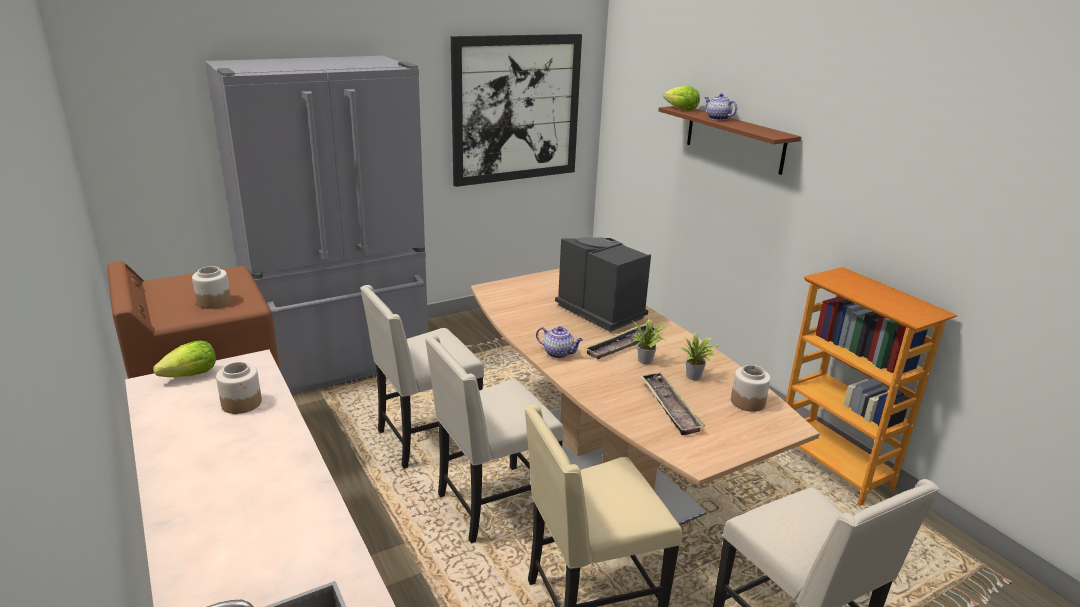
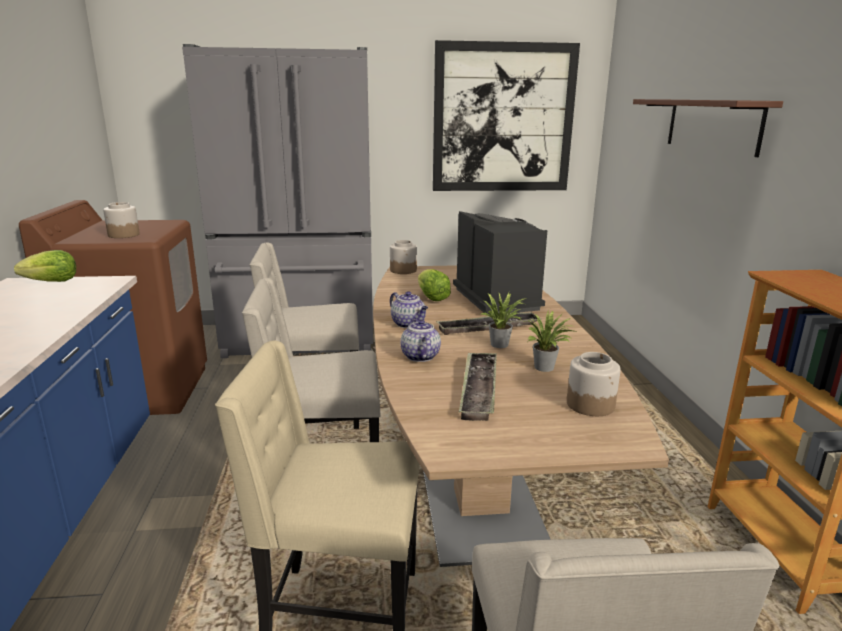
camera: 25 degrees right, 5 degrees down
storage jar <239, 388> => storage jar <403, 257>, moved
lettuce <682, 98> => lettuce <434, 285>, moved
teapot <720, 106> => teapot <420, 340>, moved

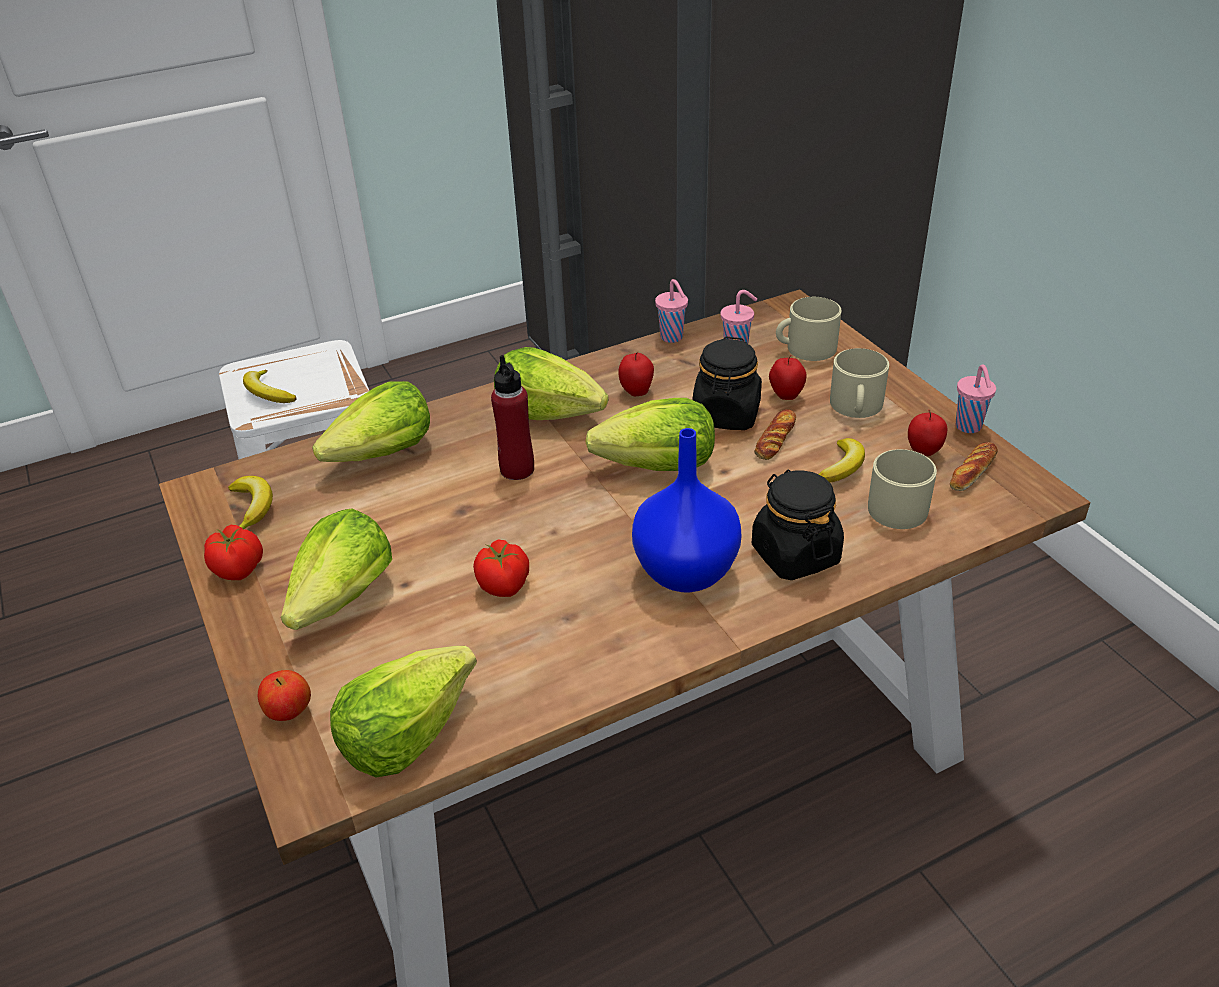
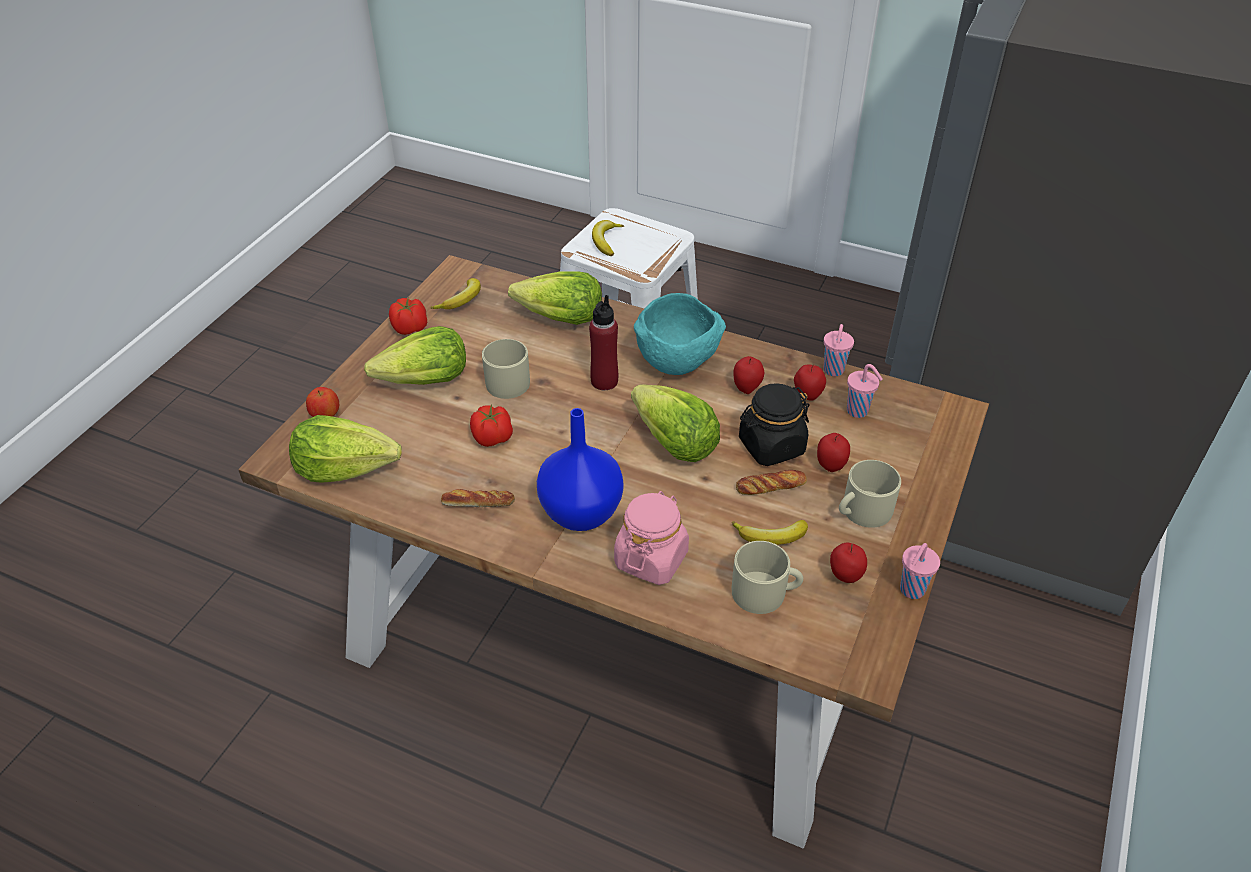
camera: 50 degrees right, 5 degrees up
nothing => apple <810, 382>
coffee mug/beige <809, 329> => coffee mug/beige <506, 369>, moved
bread <974, 466> => bread <478, 498>, moved
lettuce <551, 383> => bowl/blue-green <680, 334>
storage jar/black-coloured <798, 524> => storage jar/pink-coloured <651, 538>

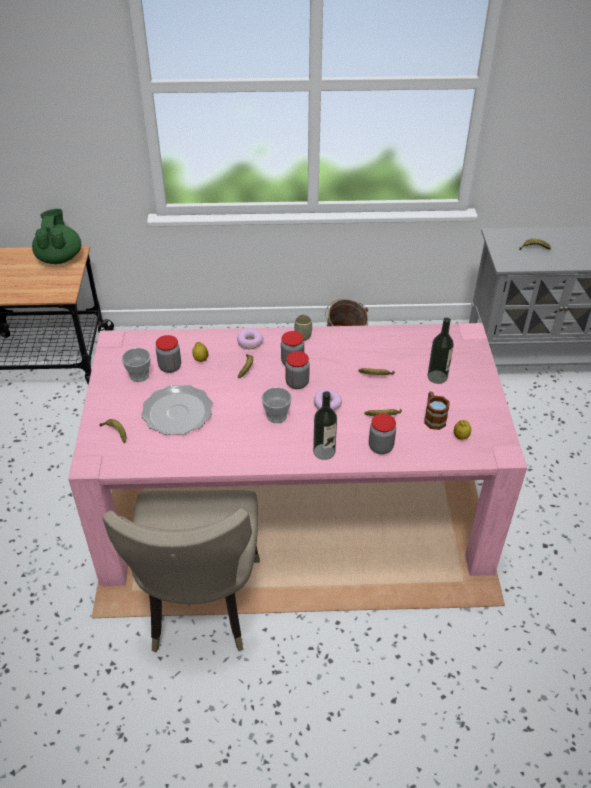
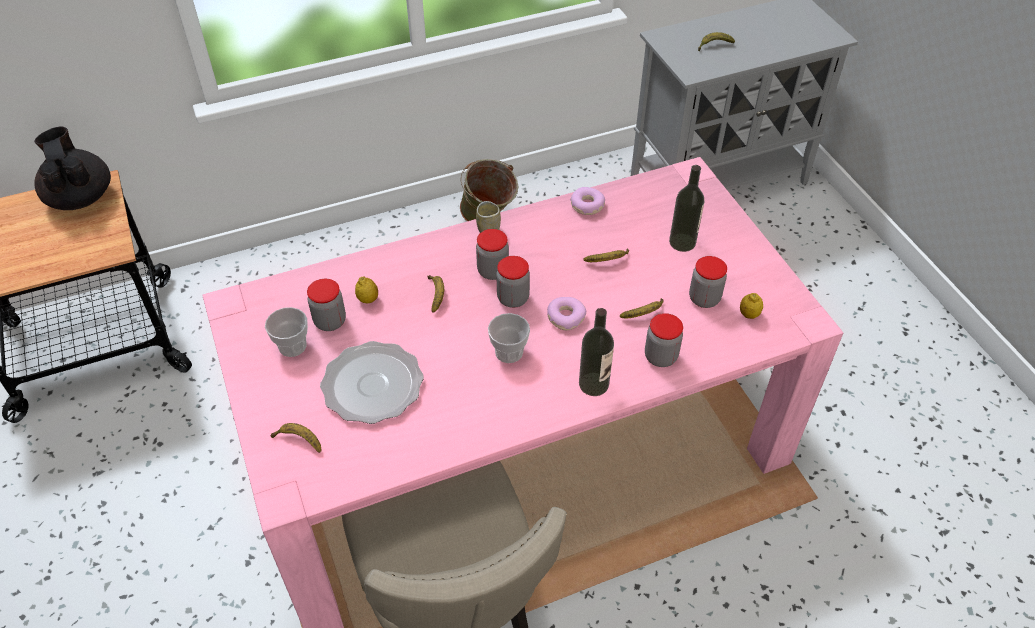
camera: 20 degrees left, 5 degrees up
ring doughnut <250, 339> => ring doughnut <587, 201>, moved
coffee mug <436, 410> => storage jar <708, 282>
teapot/green-coloured <56, 236> => teapot/black-coloured <72, 168>

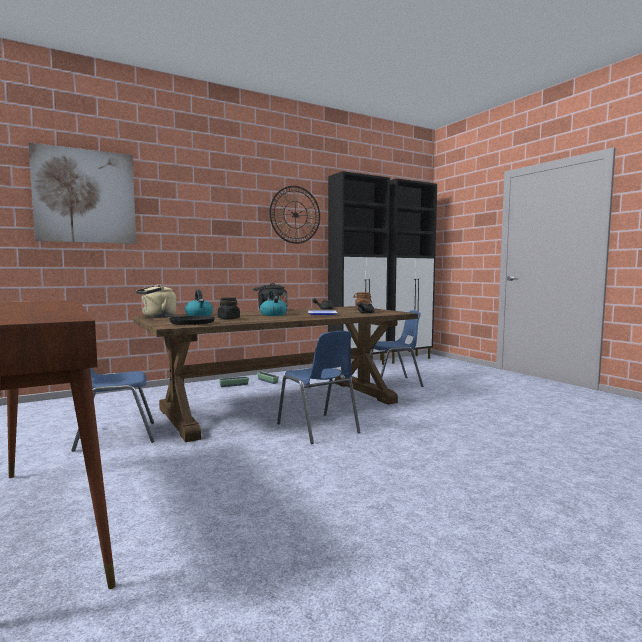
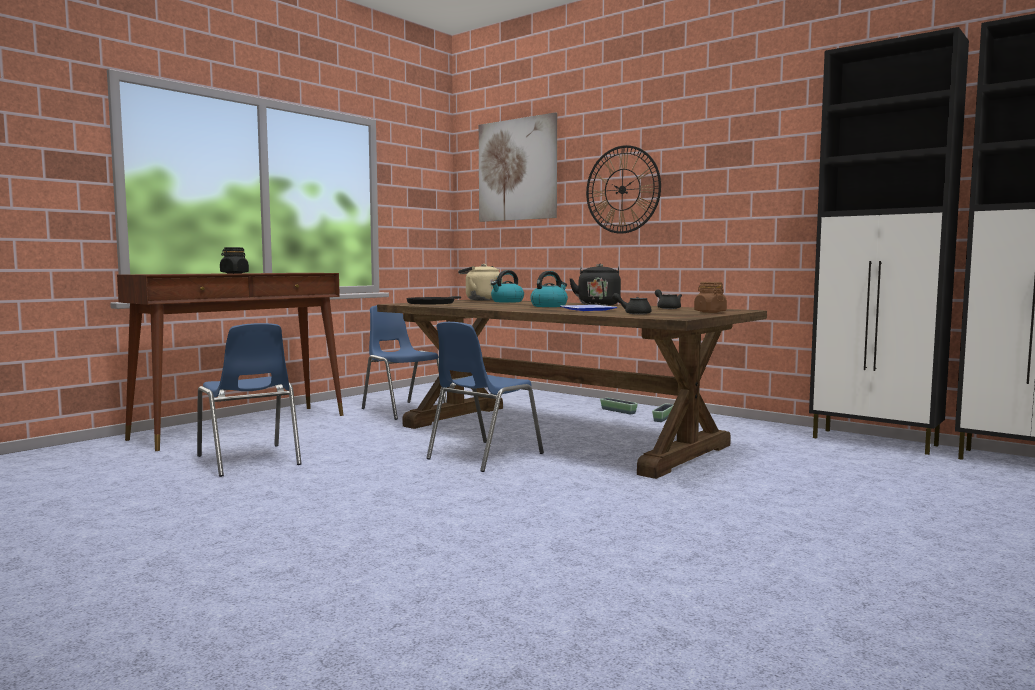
camera: 70 degrees right, 0 degrees up
storage jar/black-coloured <229, 308> => storage jar/black-coloured <234, 260>, moved
hanging clock <295, 215> => hanging clock <623, 189>, moved
plain chair/blue <396, 348> => plain chair/blue <249, 400>, moved

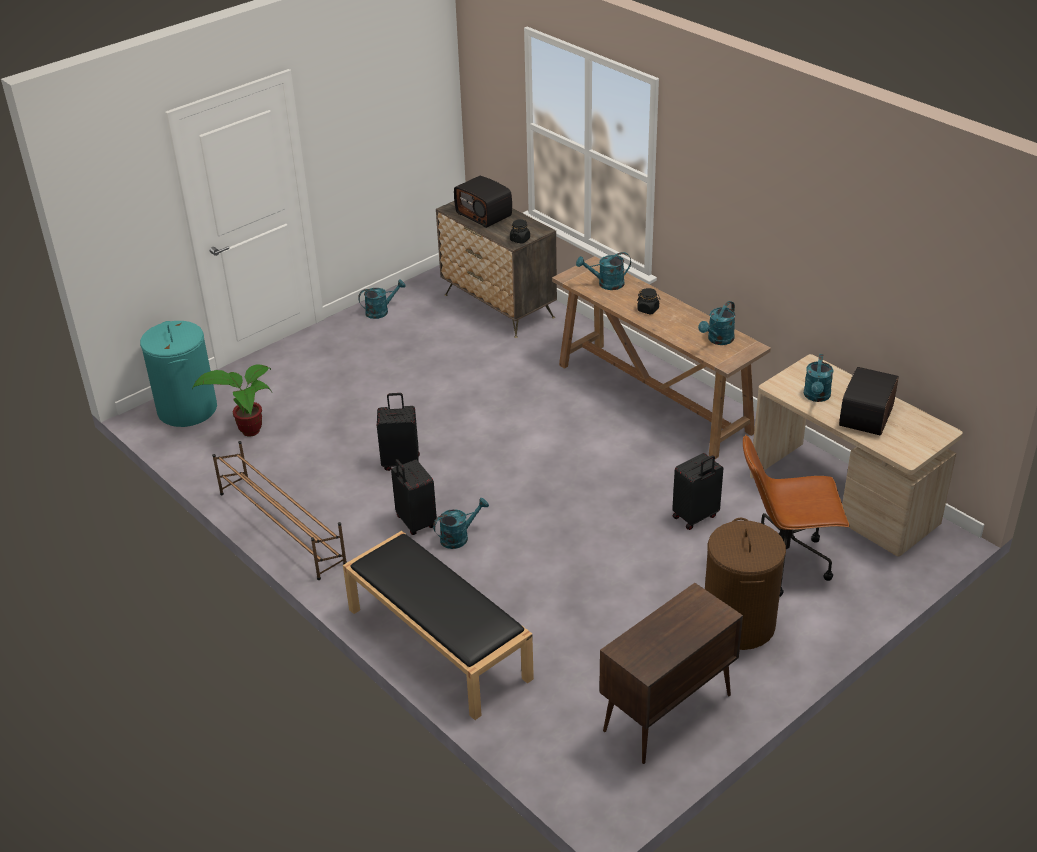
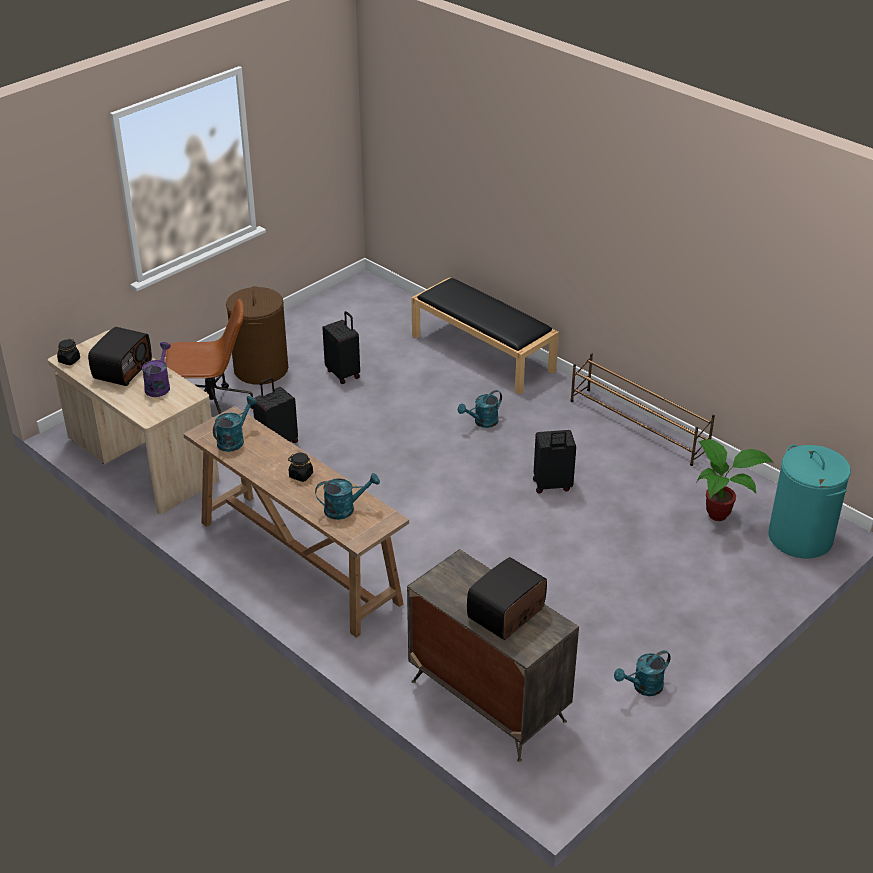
camera: 175 degrees right, 0 degrees up
cabinet/brownish <671, 673> => nothing
piece of luggage/black-coloured <414, 497> => piece of luggage/black-coloured <341, 347>, moved
storage jar/black-coloured <520, 231> => storage jar/black-coloured <68, 352>, moved
watering pot/blue-green <818, 378> => watering pot/purple-coloured <156, 369>
radio set <483, 202> => radio set <507, 598>, 90 degrees counterclockwise

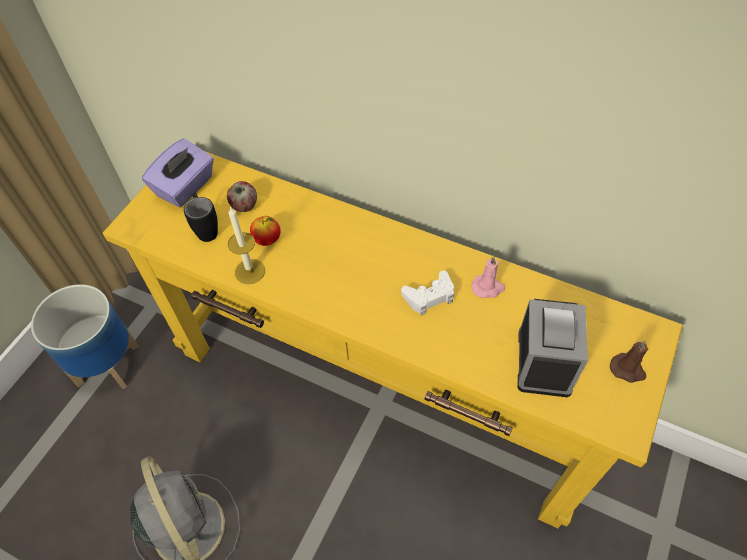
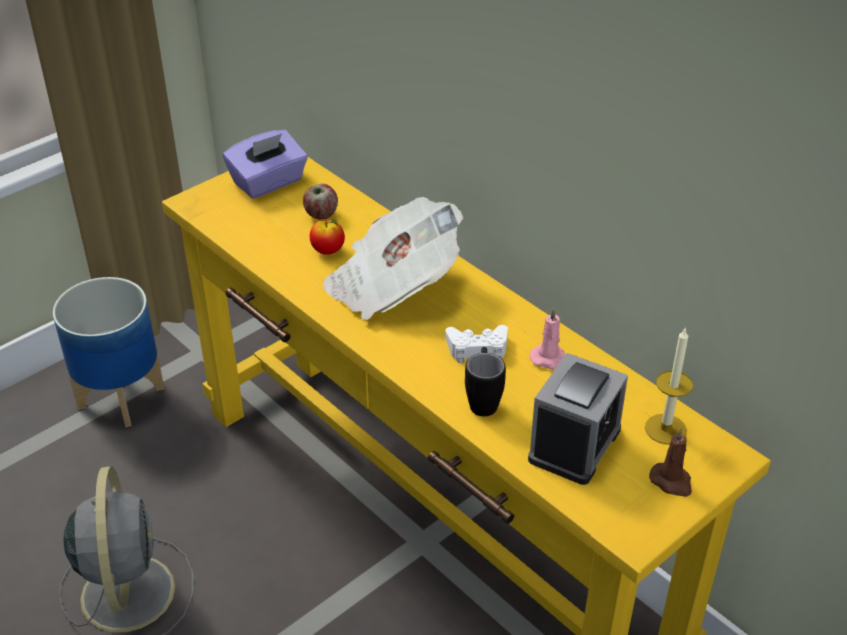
camera: 20 degrees right, 15 degrees down
nothing => newspaper <393, 258>
coffee mug/black-coloured <201, 217> => coffee mug/black-coloured <485, 382>, moved
candle <246, 245> => candle <669, 387>, moved

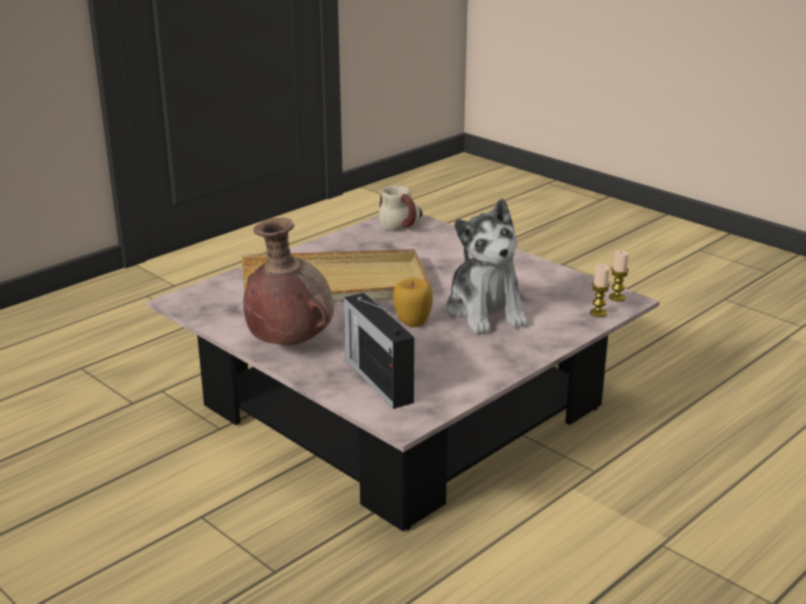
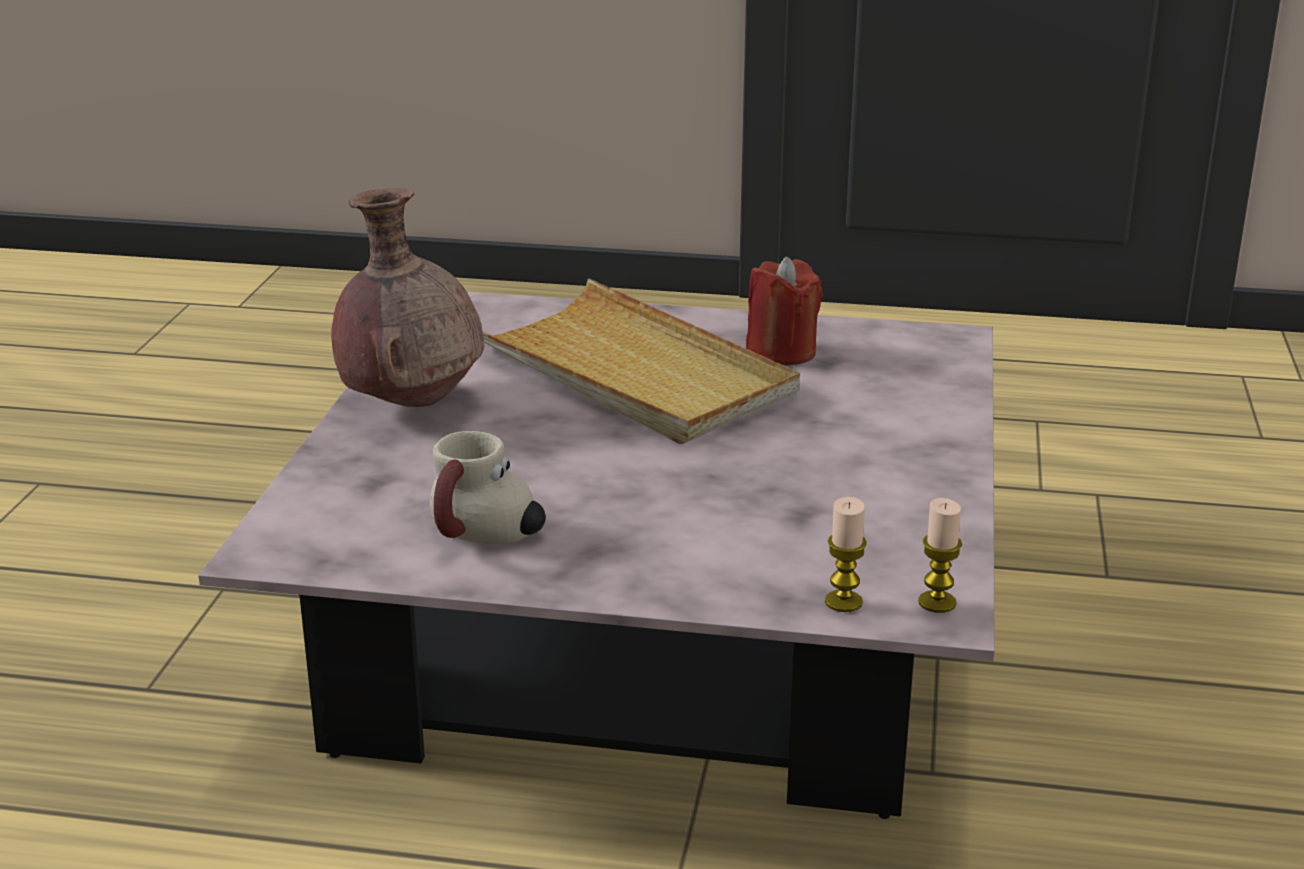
camera: 55 degrees right, 0 degrees up
radio set <379, 351> => nothing
apple <413, 302> => nothing
cuddly toy <487, 266> => nothing
nothing => candle/red-coloured <784, 311>
coffee mug <400, 208> => coffee mug <488, 487>, moved

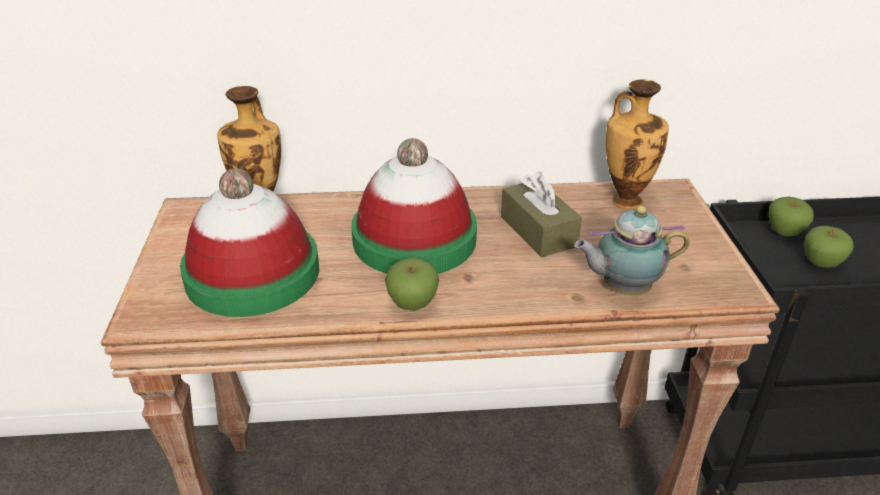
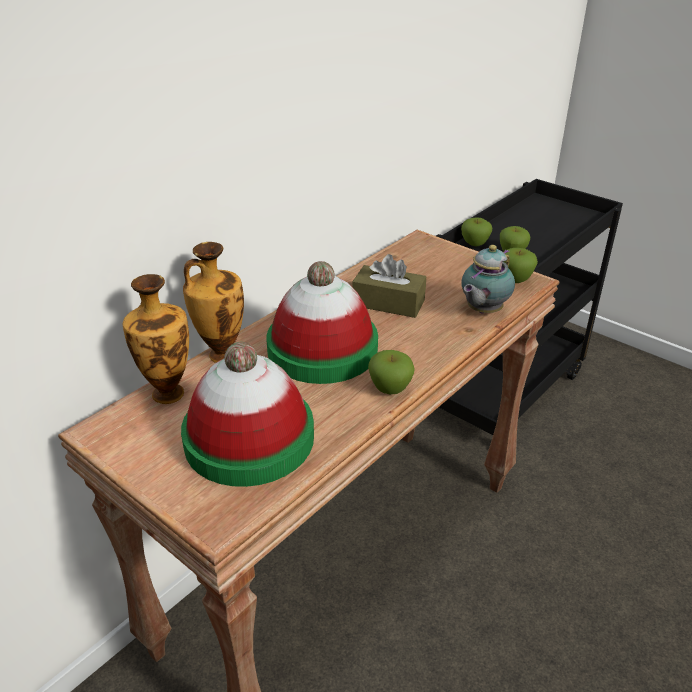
camera: 45 degrees left, 0 degrees up
nothing => apple <520, 265>
flower vase <637, 144> => flower vase <213, 302>, moved

